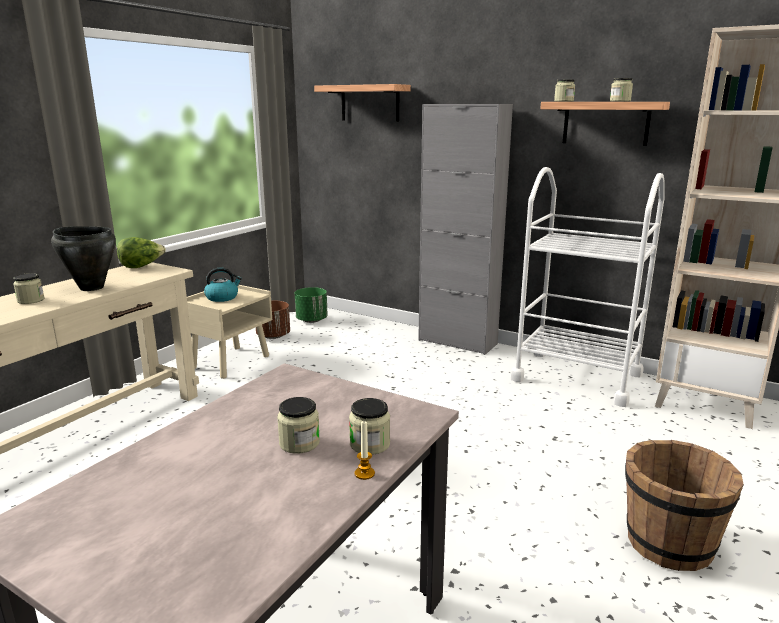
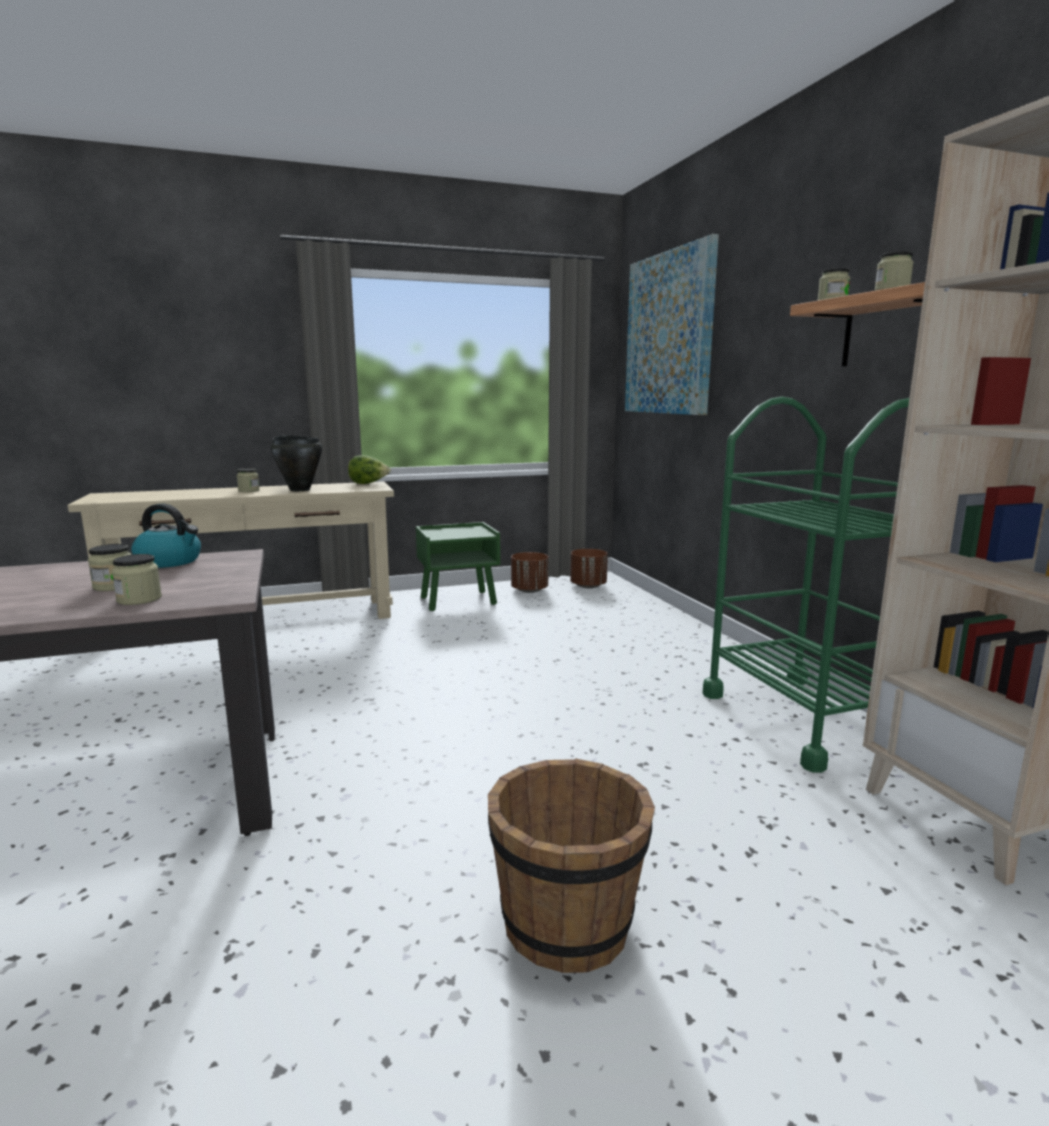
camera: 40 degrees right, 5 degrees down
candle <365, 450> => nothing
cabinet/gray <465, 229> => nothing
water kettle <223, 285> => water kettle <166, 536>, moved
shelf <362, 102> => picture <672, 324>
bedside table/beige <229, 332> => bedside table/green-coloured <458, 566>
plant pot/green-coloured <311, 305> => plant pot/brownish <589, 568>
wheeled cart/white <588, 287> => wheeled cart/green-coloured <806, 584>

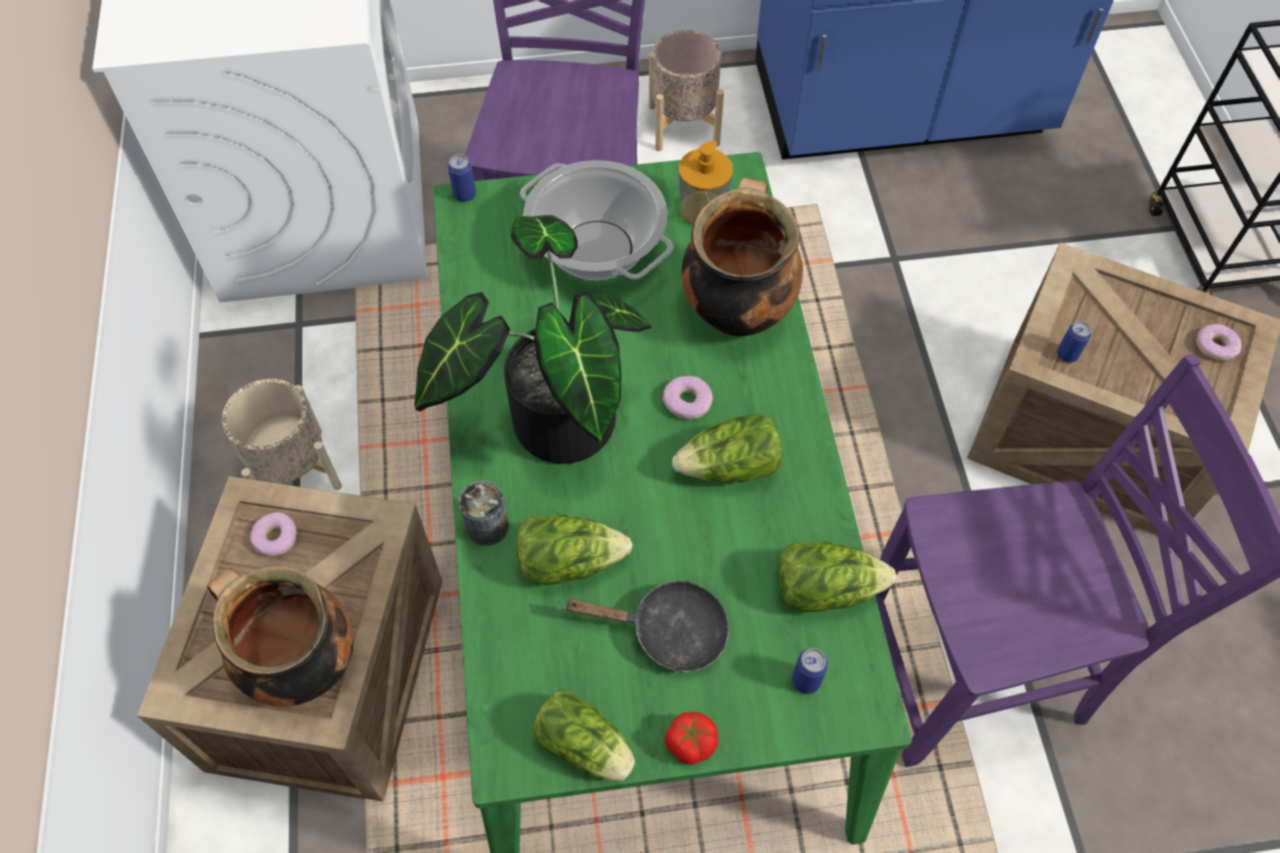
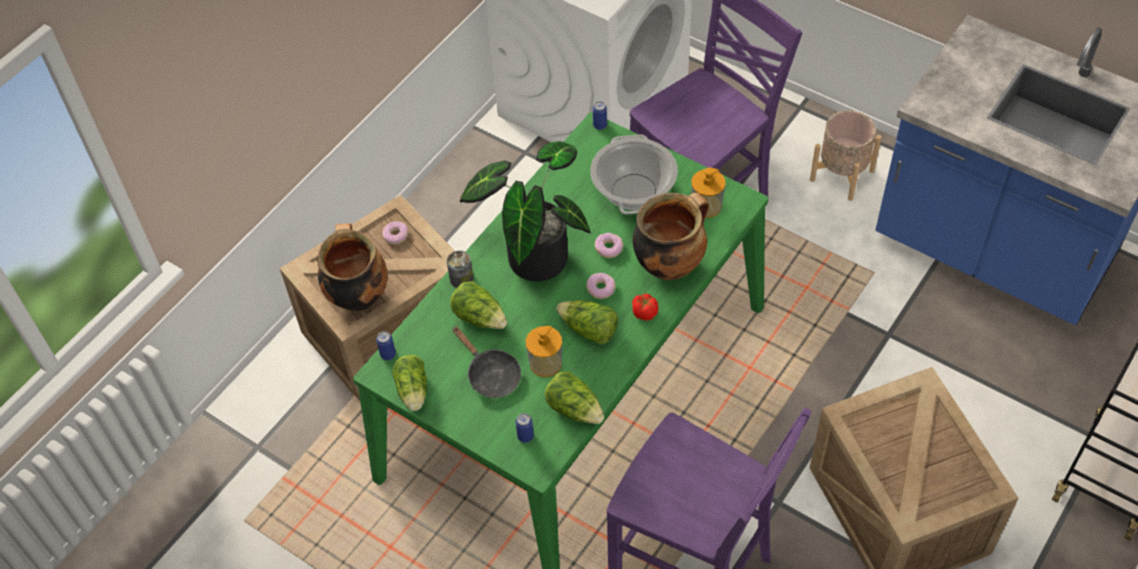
camera: 45 degrees right, 5 degrees down
plant pot/beige <282, 434> => nothing
nothing => soap dispenser <543, 351>
whole tomato <691, 738> => whole tomato <645, 307>, moved
can <1074, 342> => can <386, 345>, moved
ring doughnut <1218, 342> => ring doughnut <609, 245>, moved

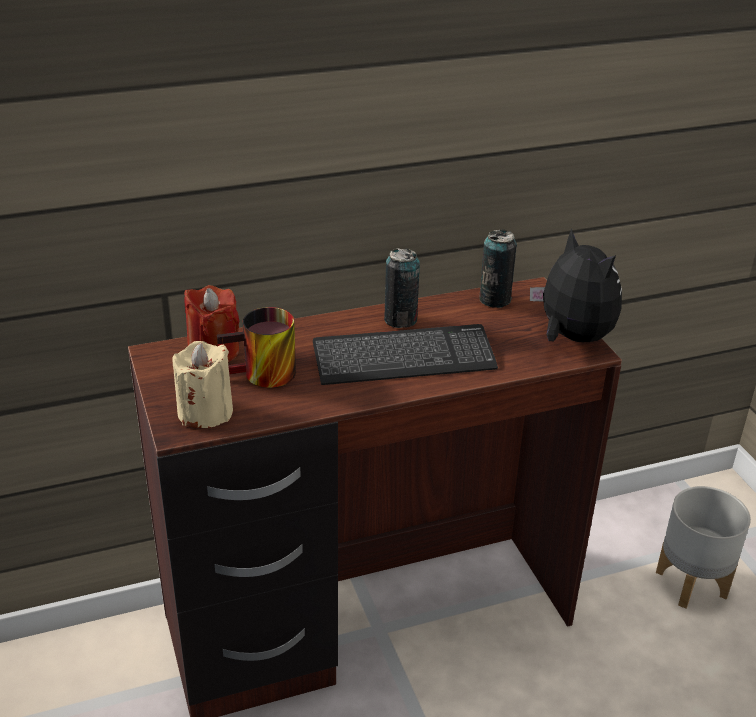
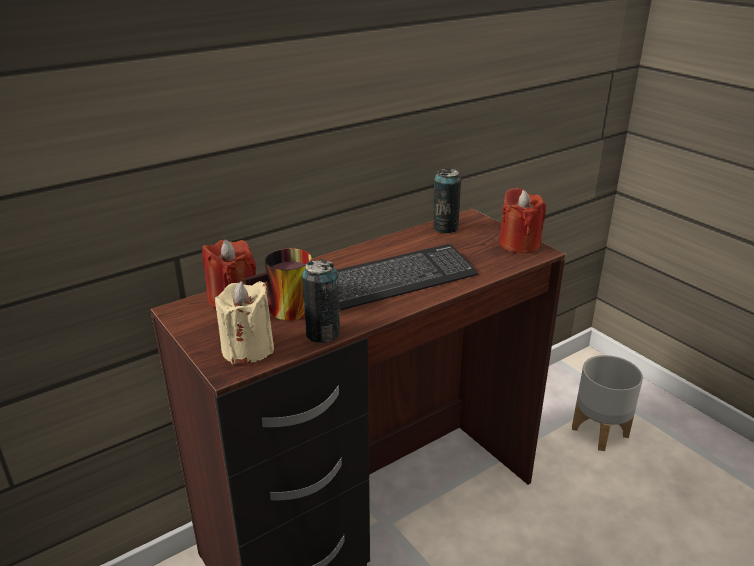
camera: 15 degrees left, 5 degrees down
can <402, 288> => can <321, 301>, moved
cuddly toy <576, 285> => candle/red-coloured <522, 221>

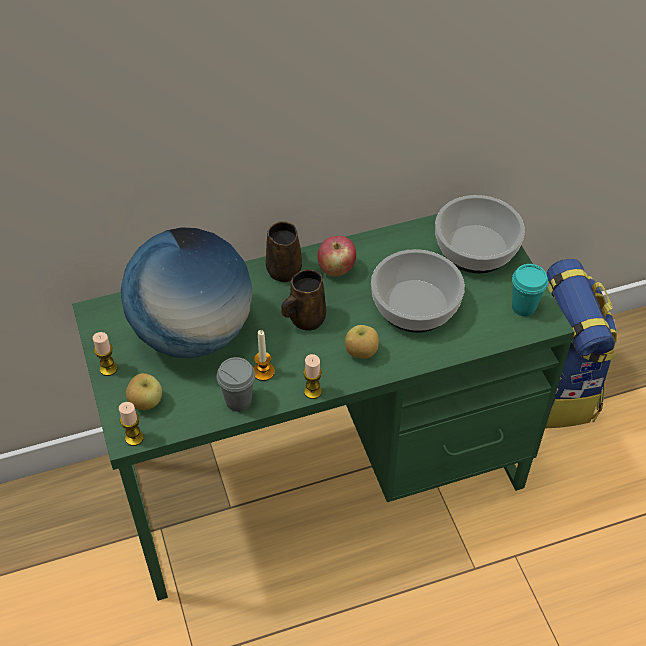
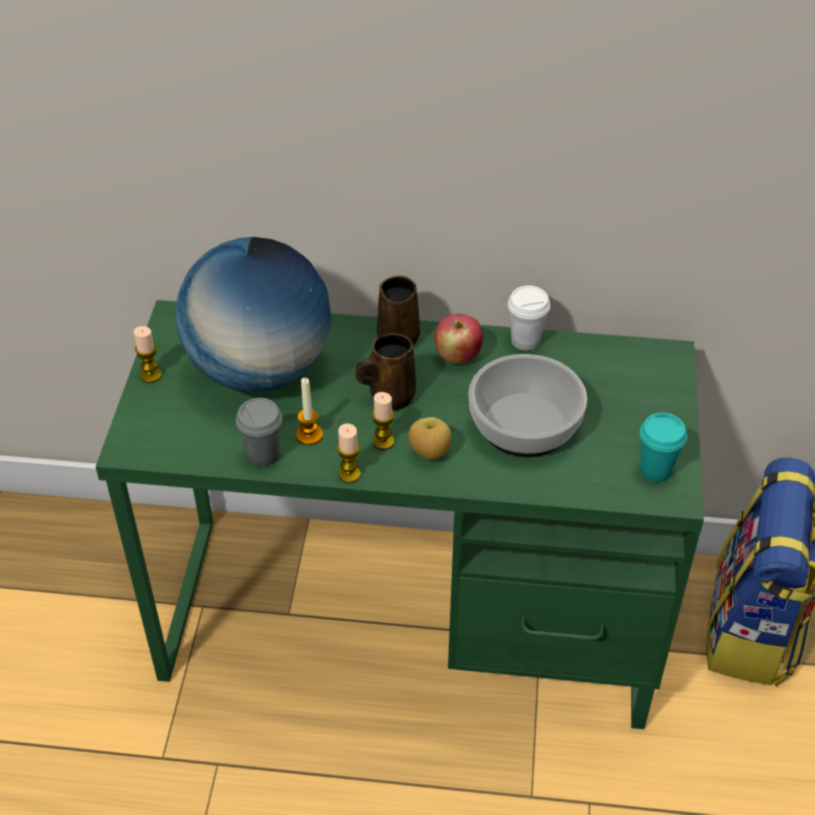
camera: 25 degrees right, 5 degrees down
apple <144, 391> => nothing
bowl <480, 234> => nothing
nothing => cup/white <529, 318>
candle <131, 424> => candle <383, 421>, moved

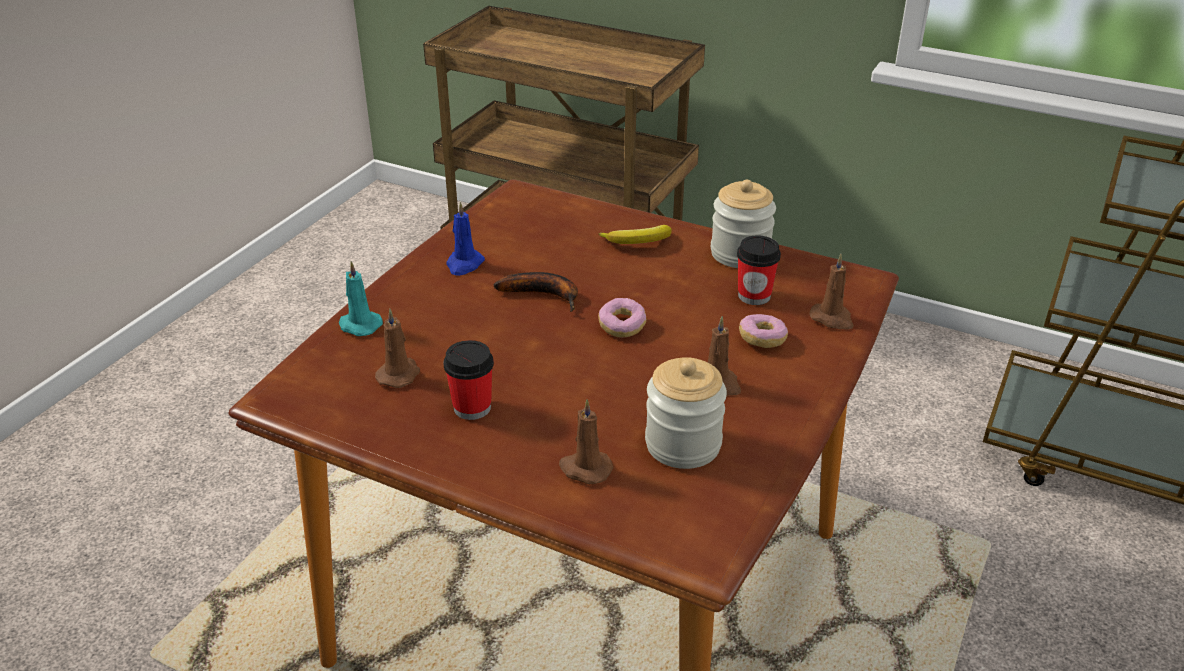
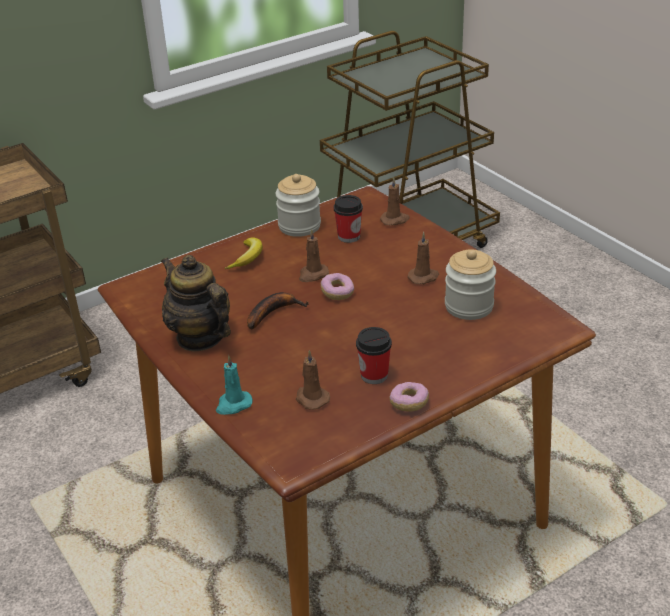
camera: 60 degrees left, 0 degrees up
candle/brownish <586, 441> => candle/brownish <314, 255>, moved
ring doughnut <763, 331> => ring doughnut <409, 397>, moved
candle/blue <465, 239> => teapot <196, 303>

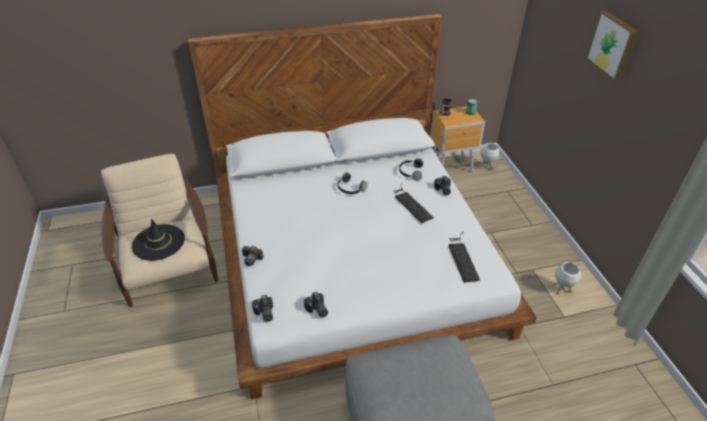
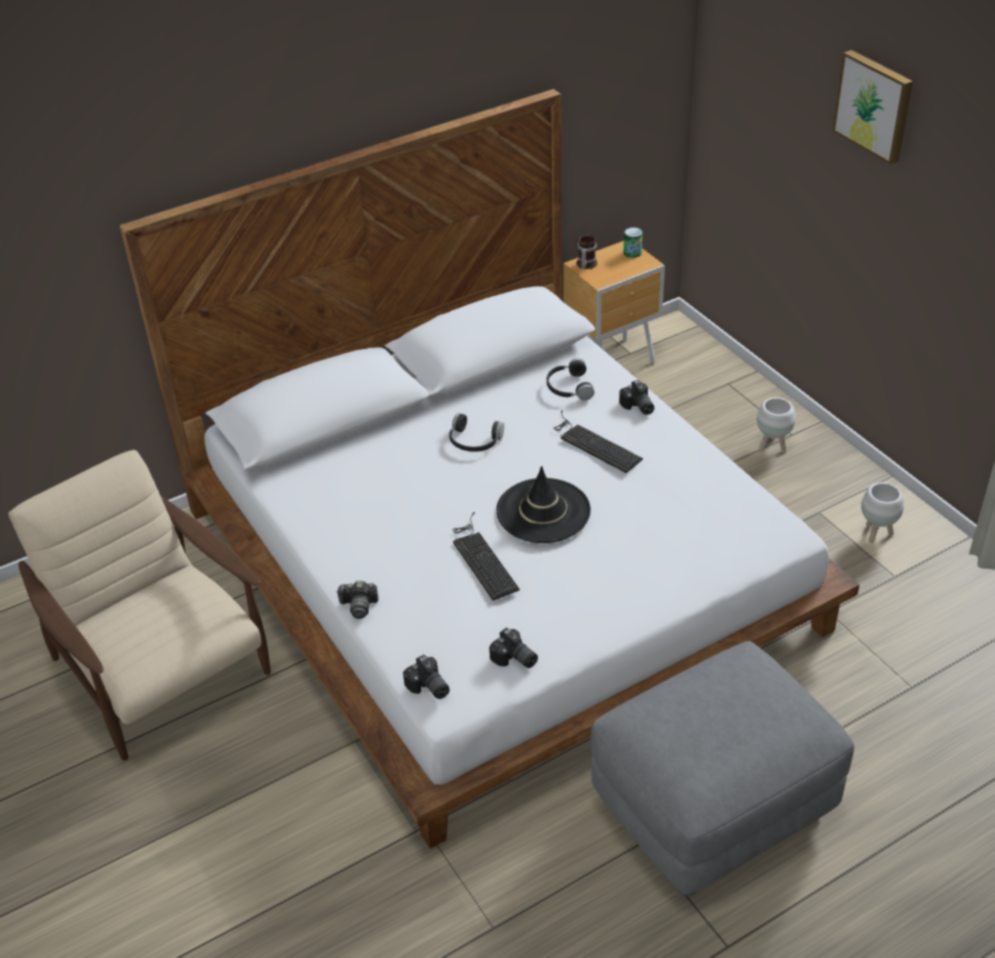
camera: 15 degrees left, 0 degrees up
hat/black-coloured <158, 240> => hat/black-coloured <543, 504>, moved
computer keyboard <464, 257> => computer keyboard <486, 556>, moved
plant pot/white <489, 156> => plant pot/white <776, 424>, moved

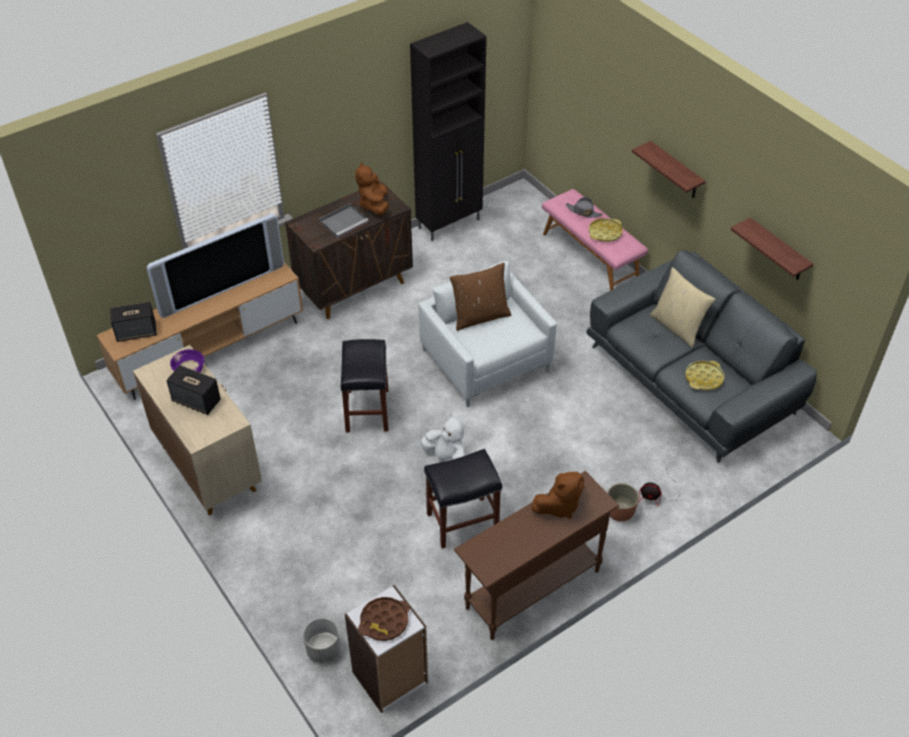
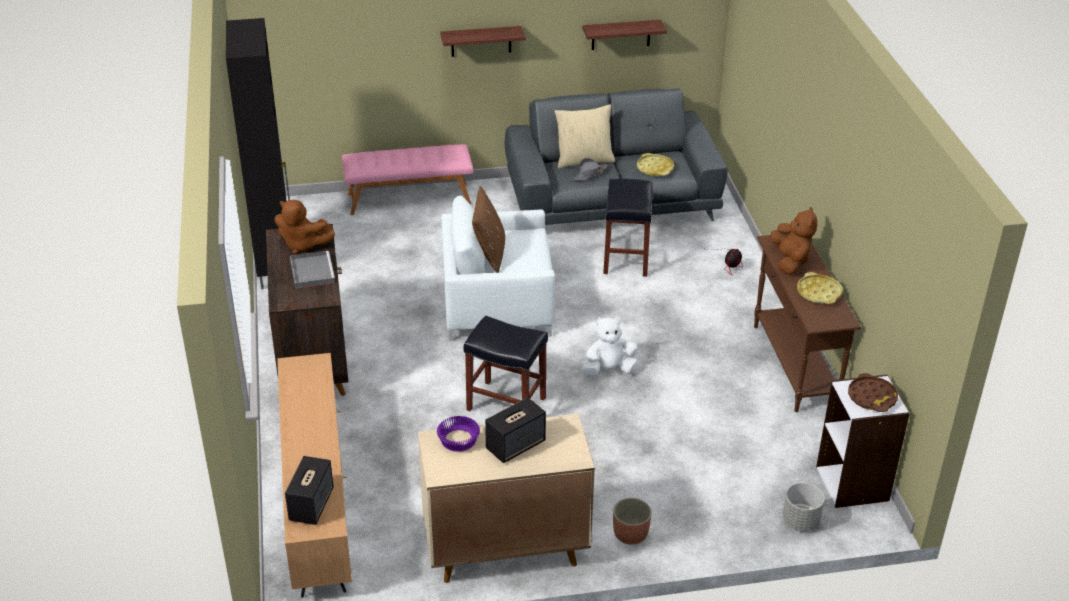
camera: 65 degrees left, 10 degrees down
television <215, 266> => nothing
sitting stool/black-coloured <463, 499> => sitting stool/black-coloured <628, 228>, moved
hat/gray <584, 207> => hat/gray <589, 169>, moved
tray/yellowish <606, 230> => tray/yellowish <820, 288>, moved
plant pot <623, 502> => plant pot <632, 521>, moved

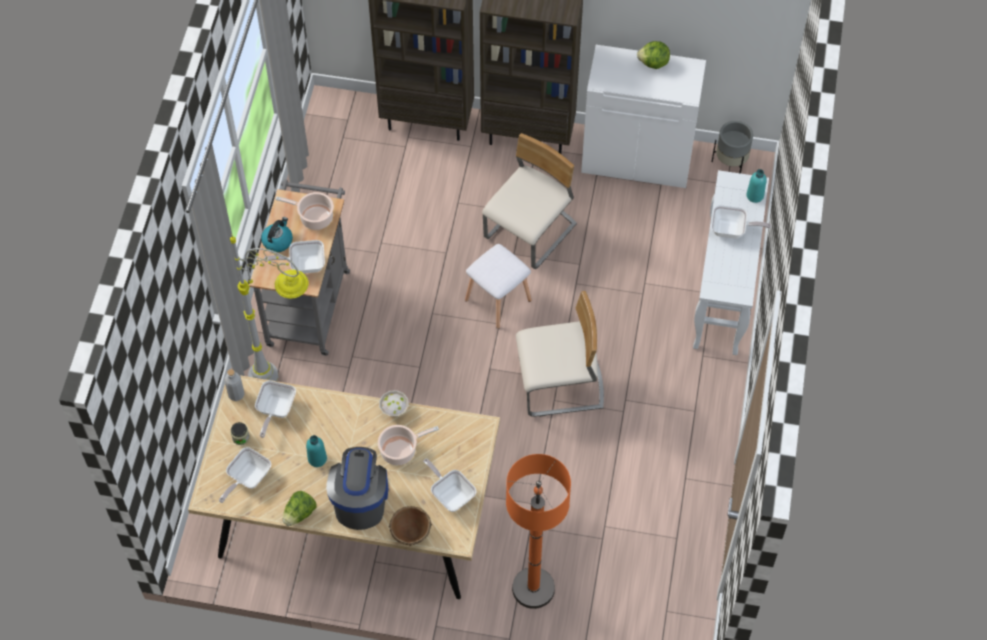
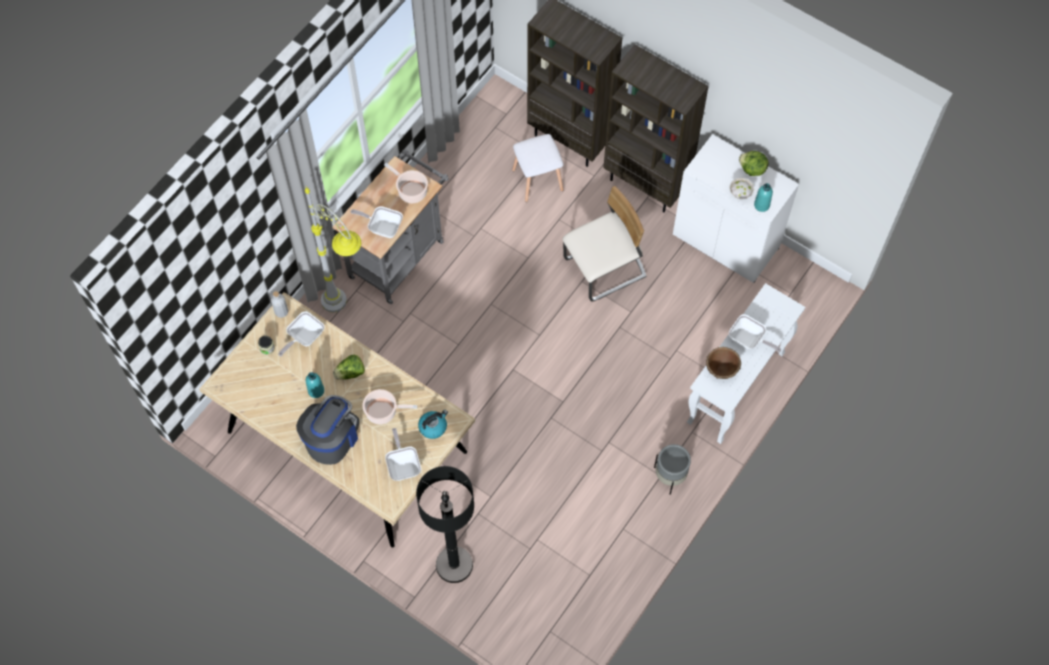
camera: 25 degrees right, 5 degrees up
skillet <245, 475> => nothing
plain chair/beige <560, 354> => nothing
water kettle <277, 234> => water kettle <433, 424>, moved
lettuce <299, 508> => lettuce <349, 367>, moved
bowl/white <393, 403> => bowl/white <741, 188>, moved
bowl/brownish <410, 526> => bowl/brownish <723, 363>, moved
sitting stool/white <498, 286> => sitting stool/white <538, 168>, moved
plant pot/gray <732, 147> => plant pot/gray <672, 469>, moved
beverage bottle/blue-green <756, 186> => beverage bottle/blue-green <763, 197>, moved
standing lamp/orangey <538, 531> => standing lamp/black-coloured <445, 524>

